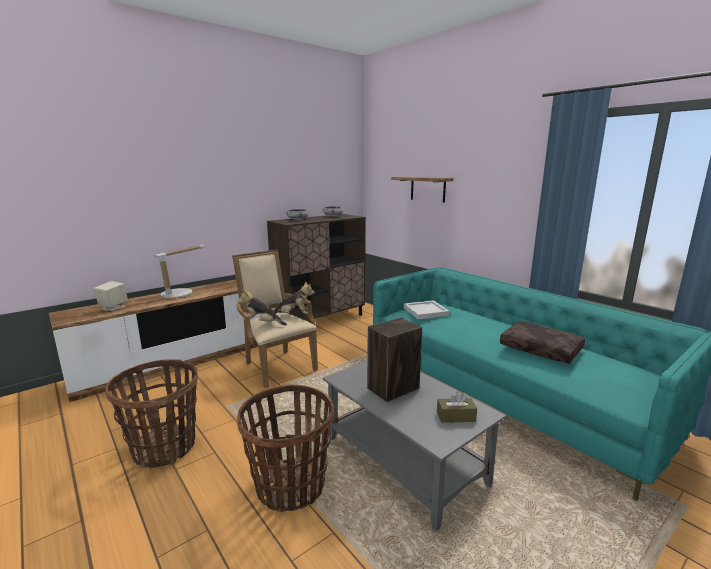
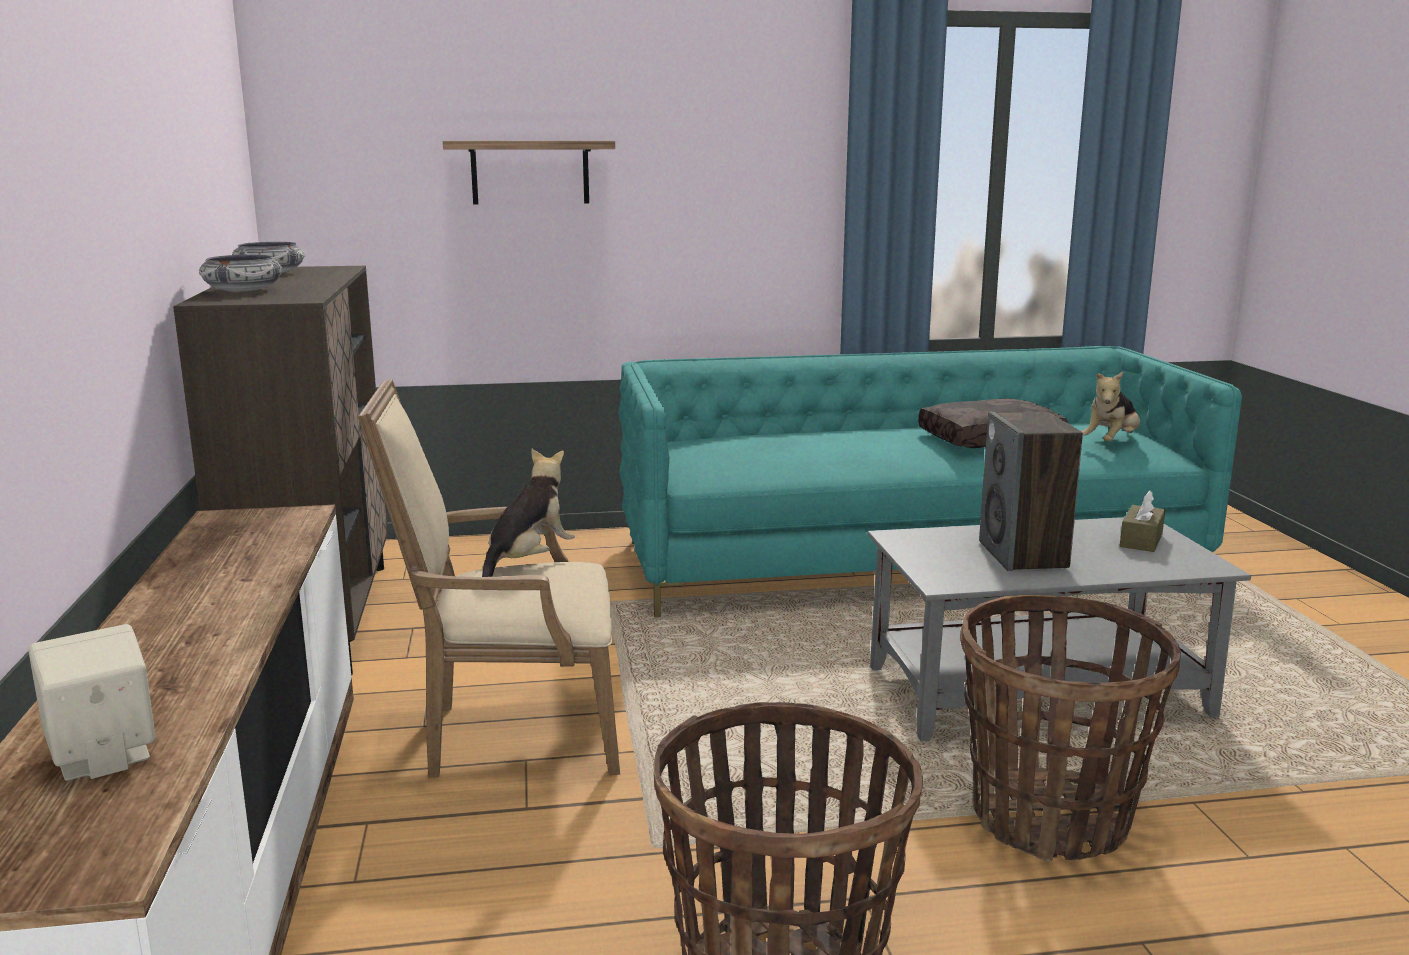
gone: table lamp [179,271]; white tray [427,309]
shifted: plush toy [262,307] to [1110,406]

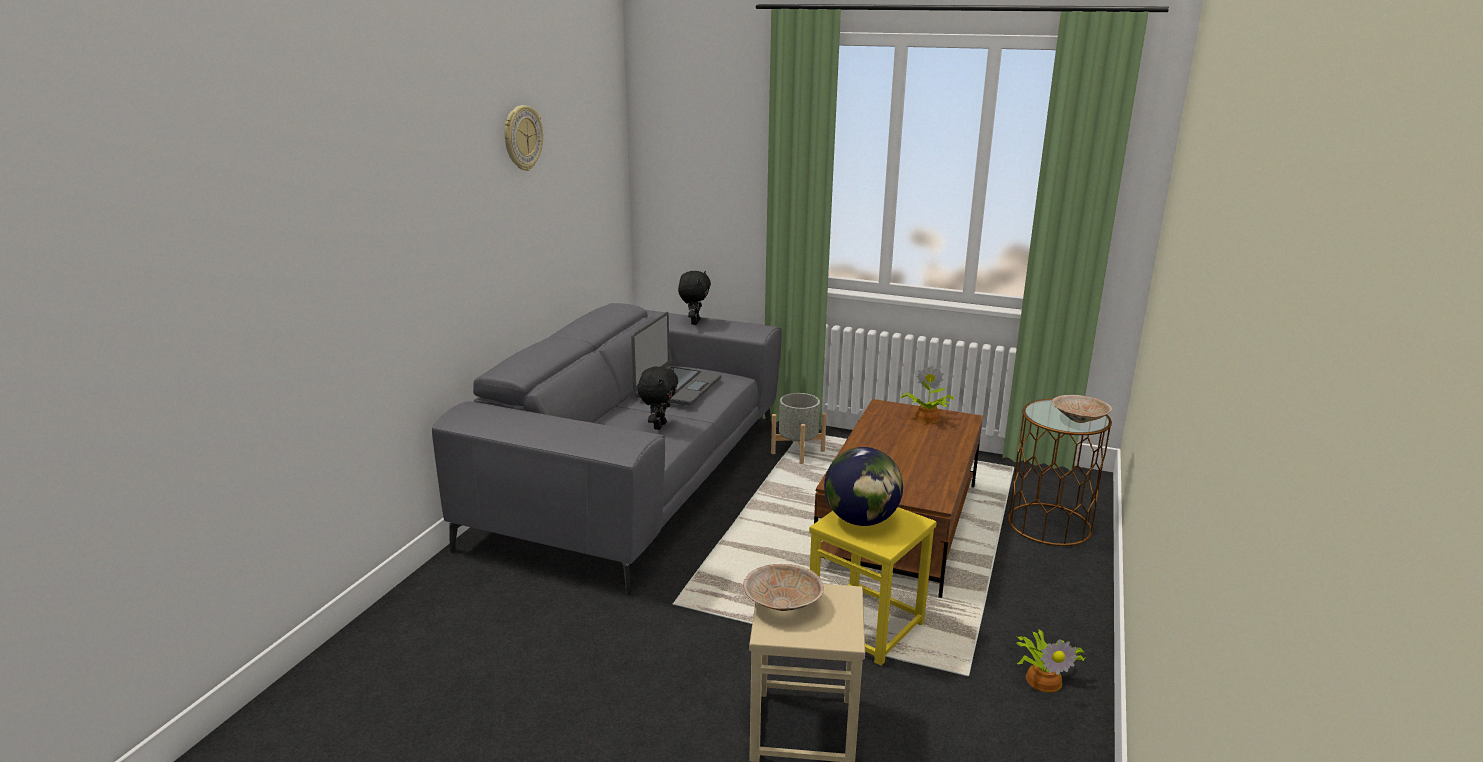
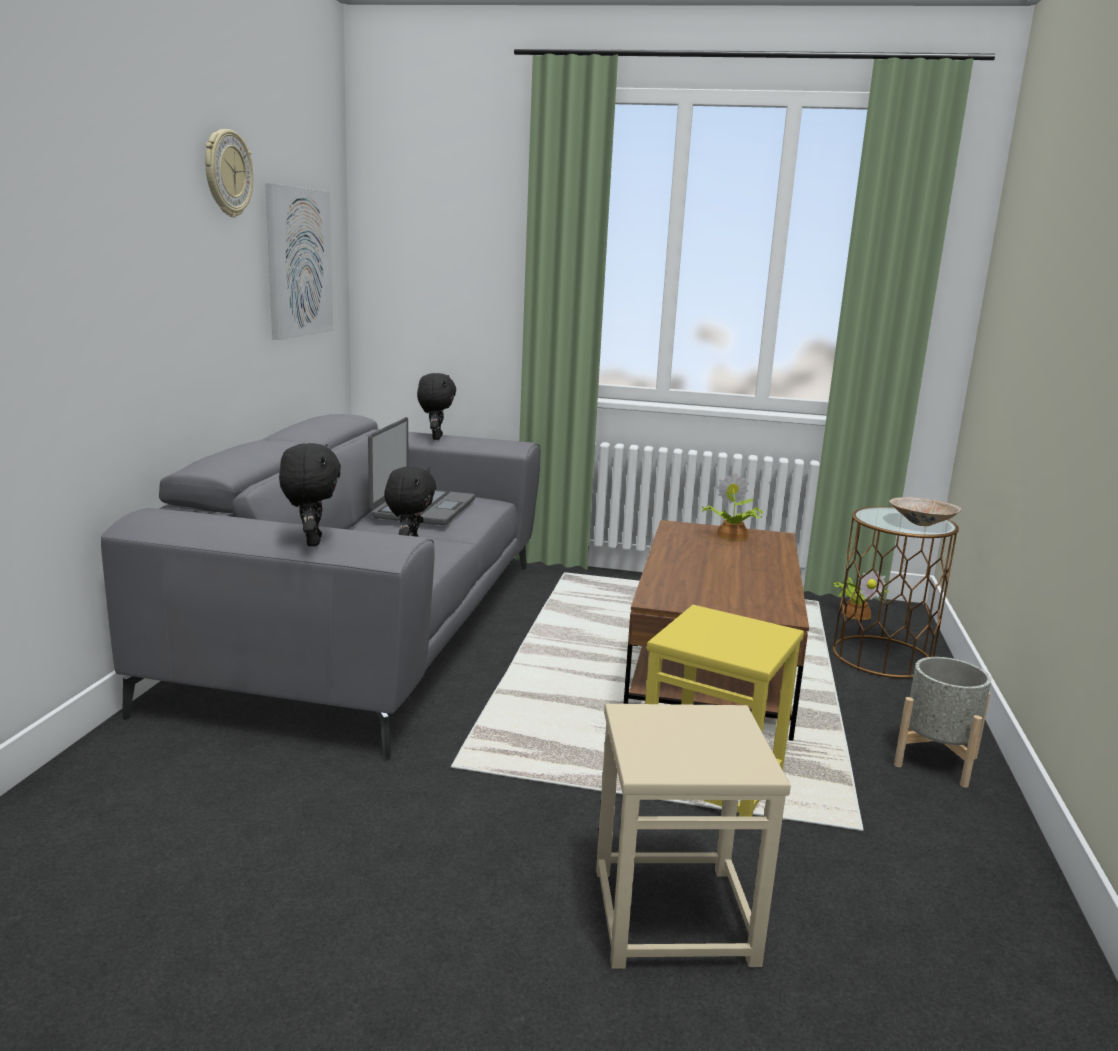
gone: globe [863,486]; beige bowl [783,587]
new: picture [299,261]; black plush toy [310,494]
shifted: grey planter [799,428] to [942,722]; potted plant [1051,661] to [860,595]

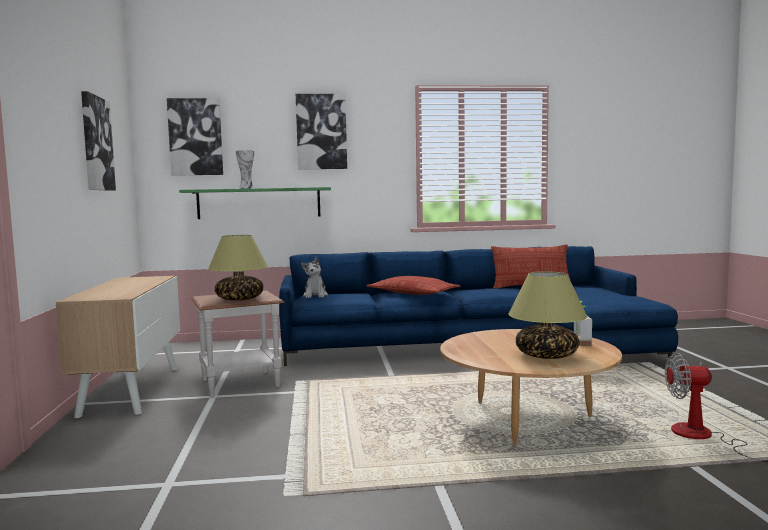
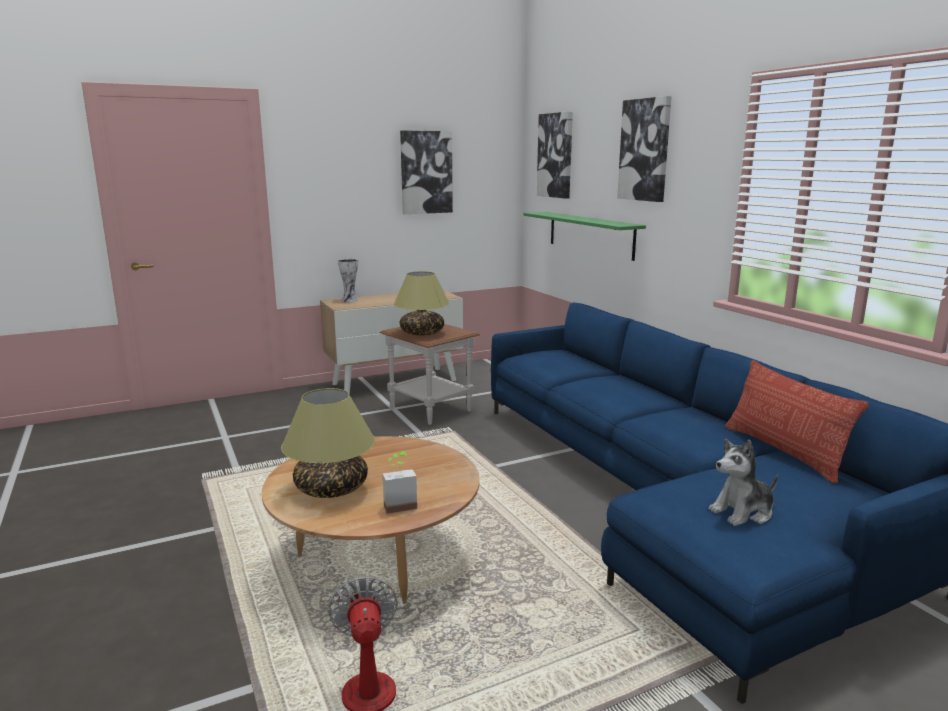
gone: pillow [413,285]
shifted: vase [245,169] to [348,280]; plush toy [314,277] to [743,482]

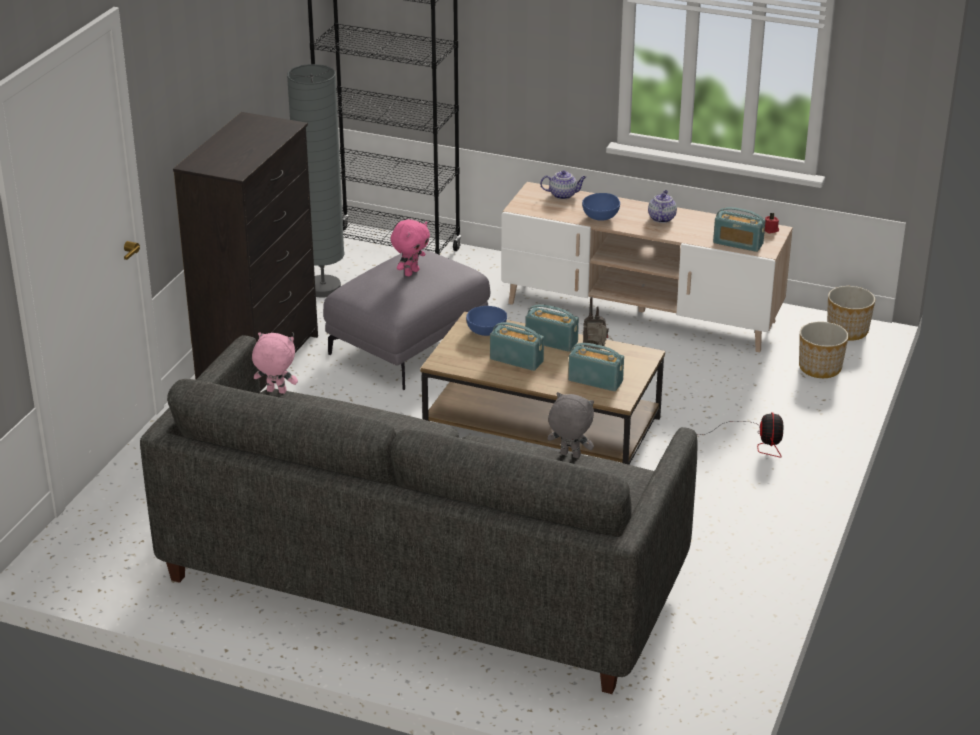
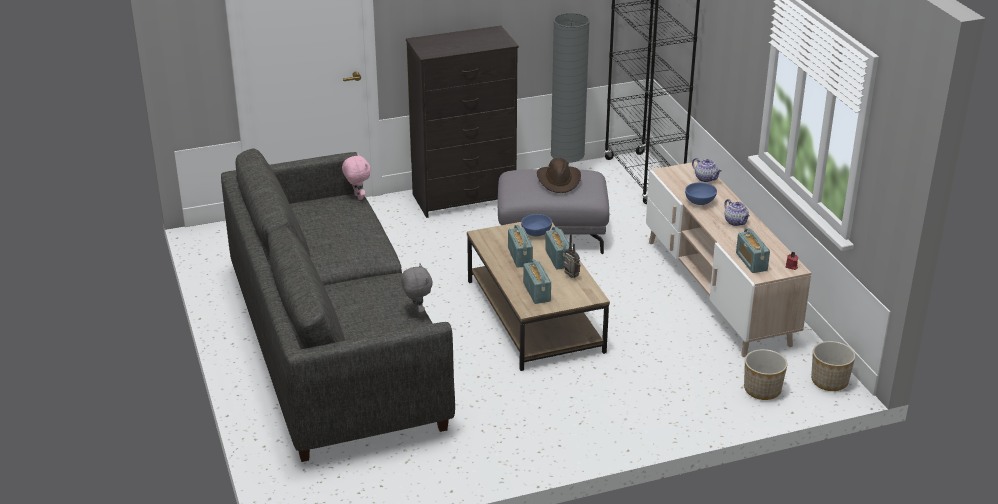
gone: fan [742,435]
swapped: pink plush toy [410,247] to brown hat [559,175]
rotated: teapot [662,206] = [737,212] 90 degrees clockwise

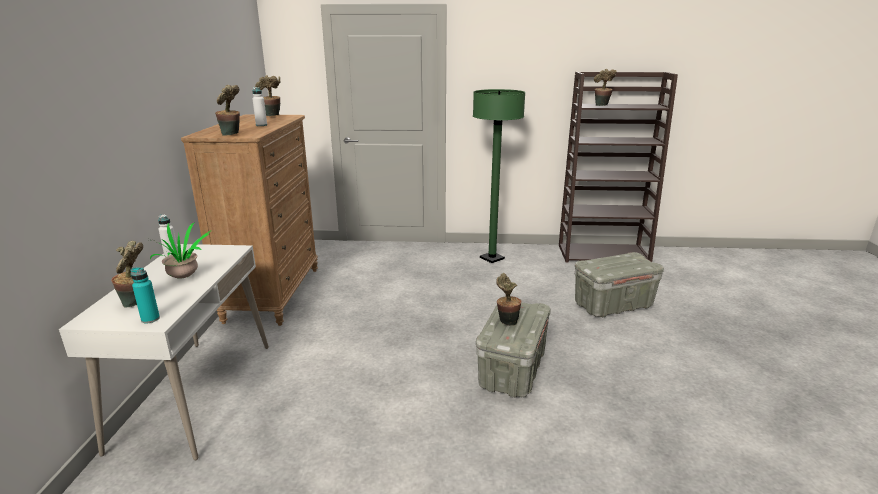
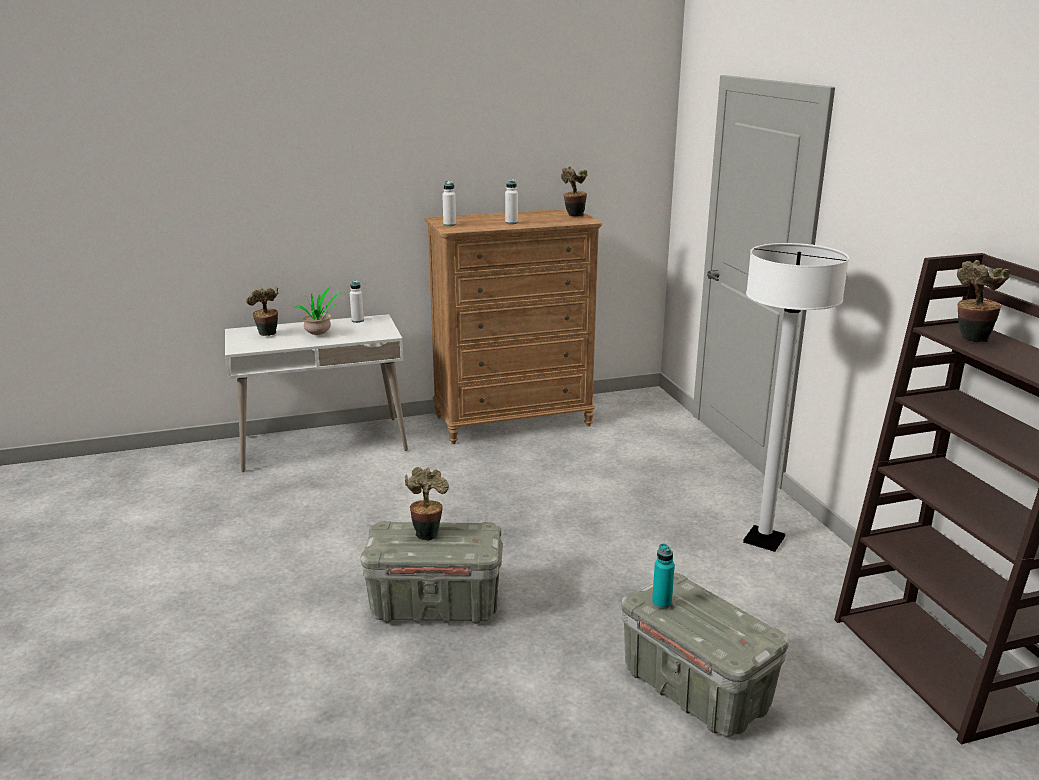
shifted: turquoise bottle [145,296] to [663,576]
swapped: potted plant [227,110] to white bottle [449,203]
repainted: green floor lamp [499,176] to white floor lamp [796,397]

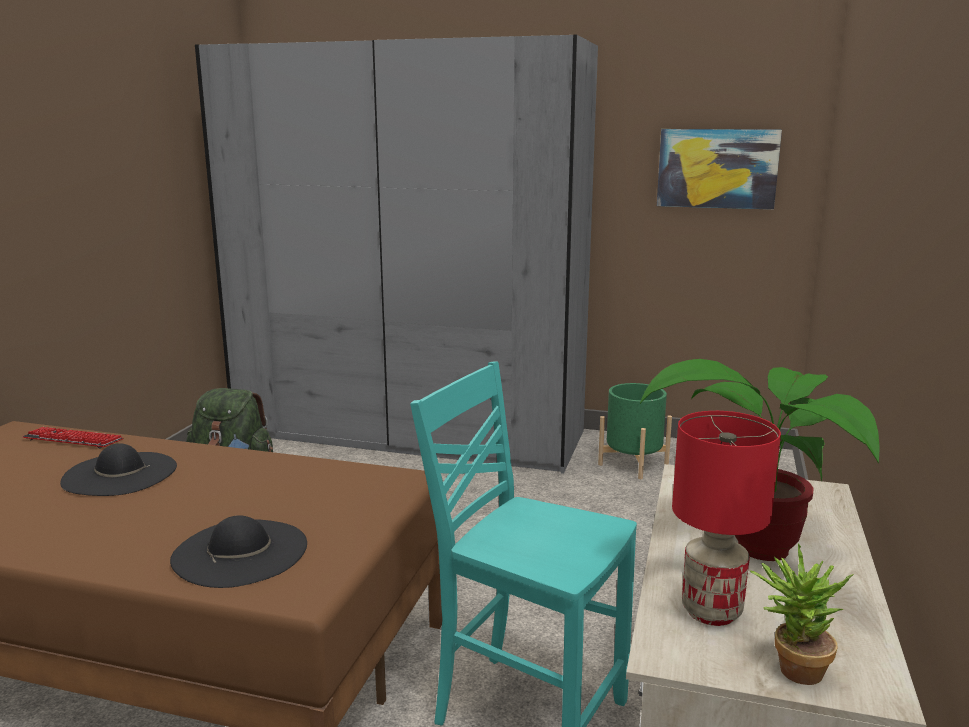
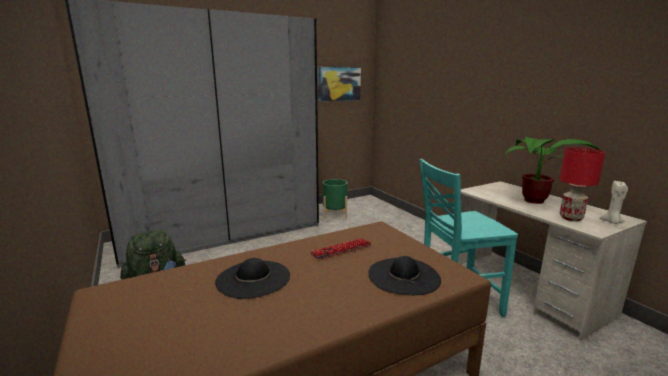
shifted: keyboard [72,438] to [341,249]
swapped: potted plant [801,614] to beige candle [614,202]

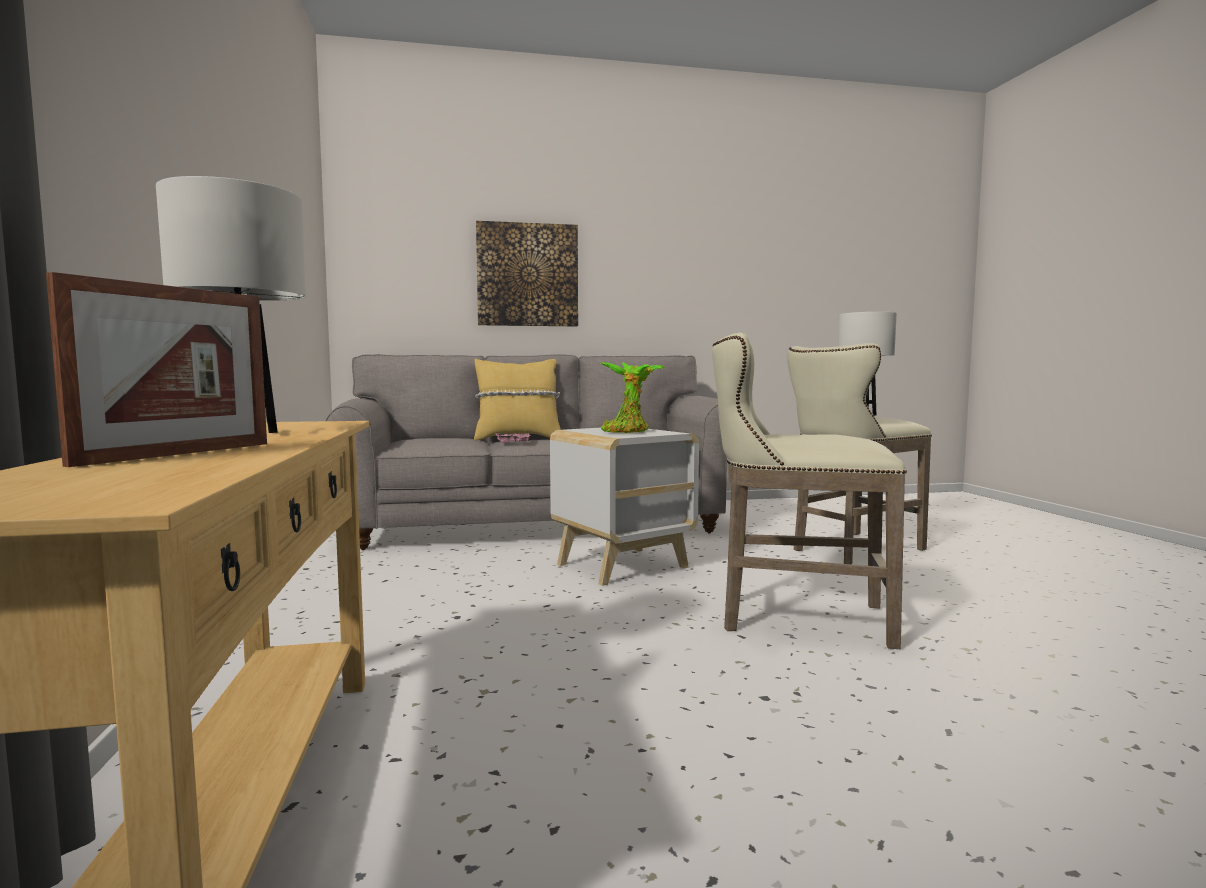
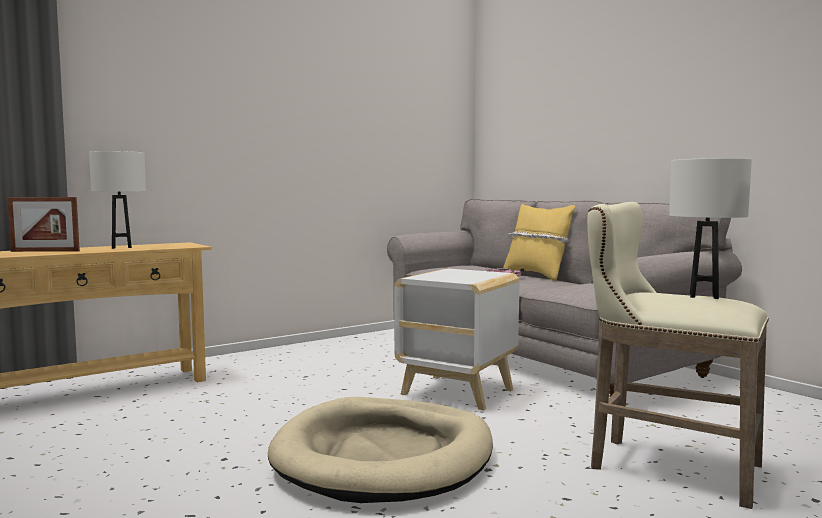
gone: picture [527,273]; potted plant [632,397]
swapped: beige stool [809,491] to beige dog bed [380,450]

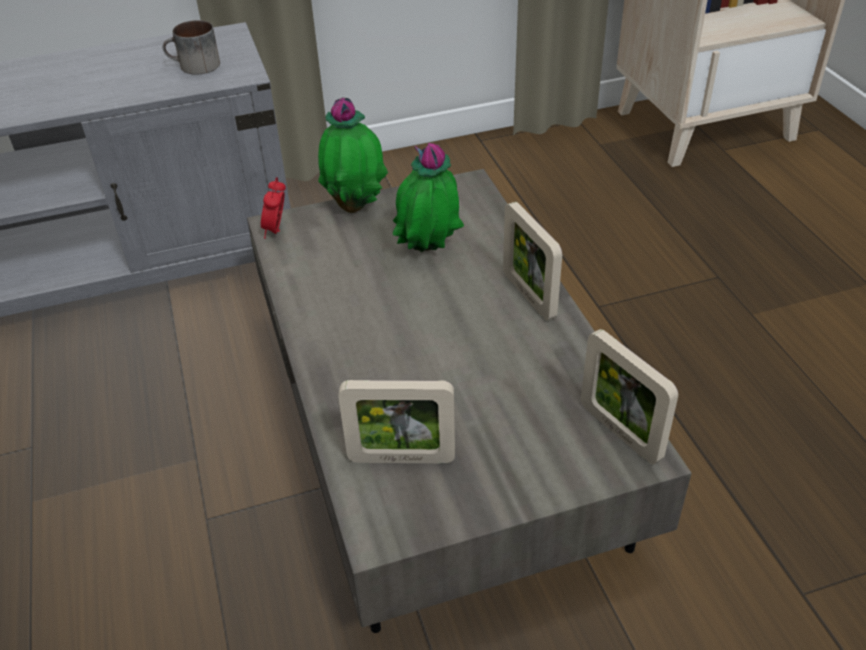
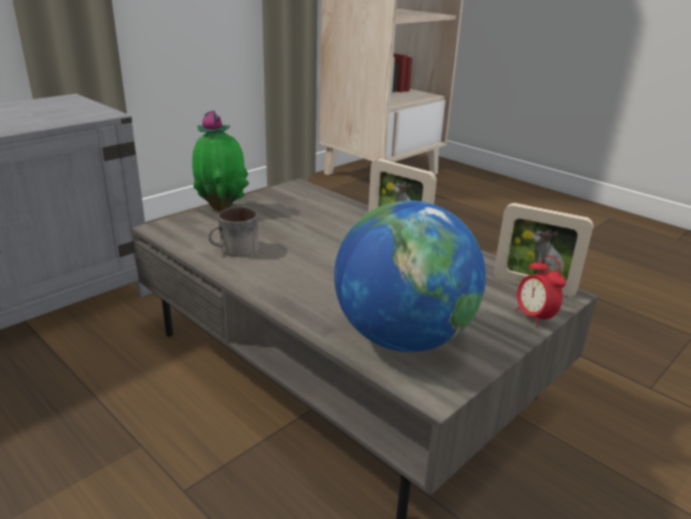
gone: potted plant [428,197]
shifted: mug [191,47] to [233,232]; alarm clock [273,208] to [540,291]
swapped: picture frame [396,421] to globe [410,276]

